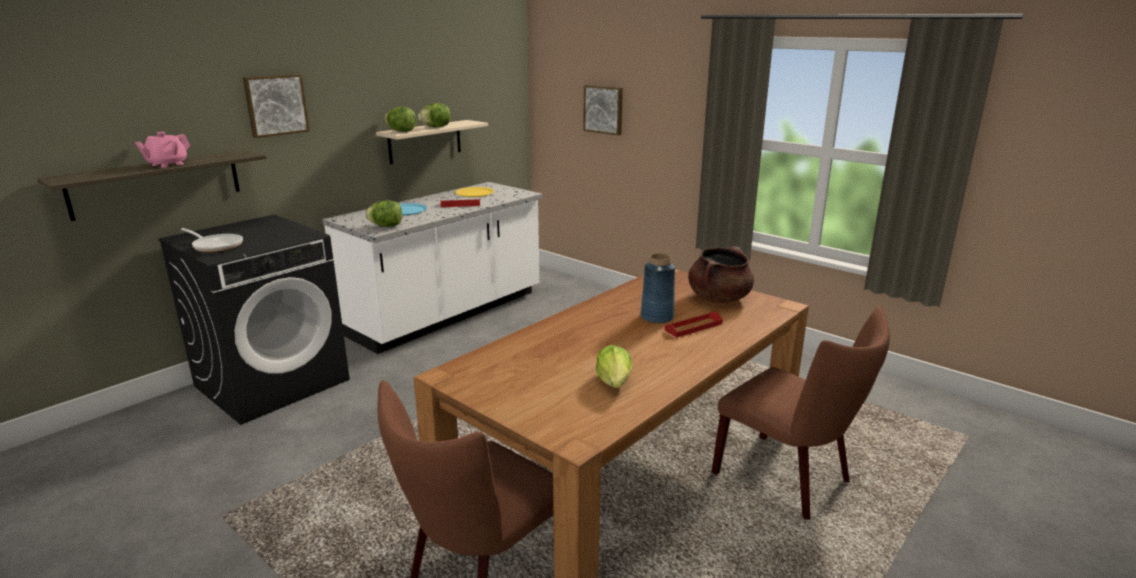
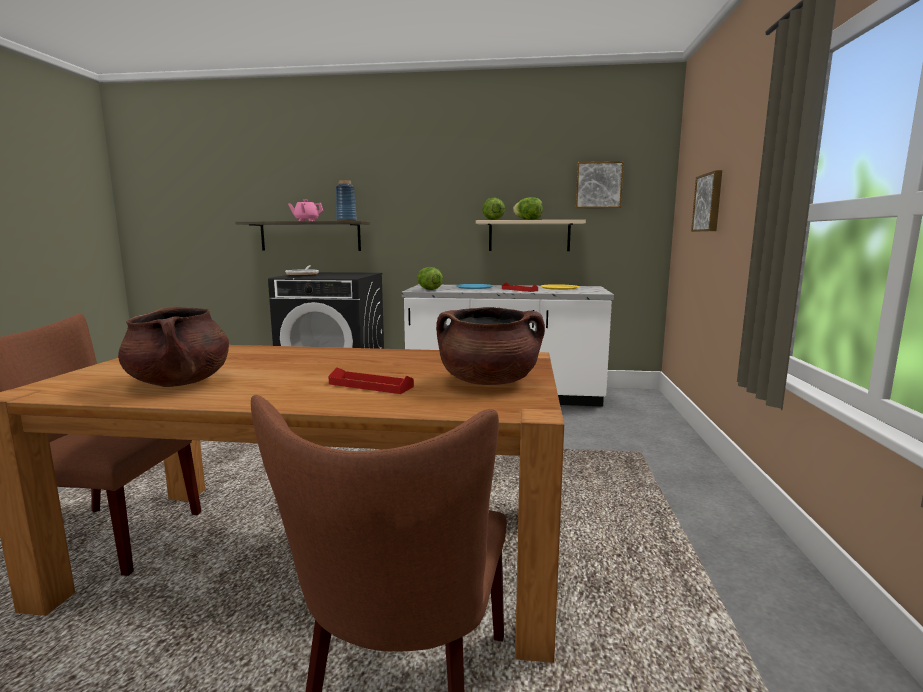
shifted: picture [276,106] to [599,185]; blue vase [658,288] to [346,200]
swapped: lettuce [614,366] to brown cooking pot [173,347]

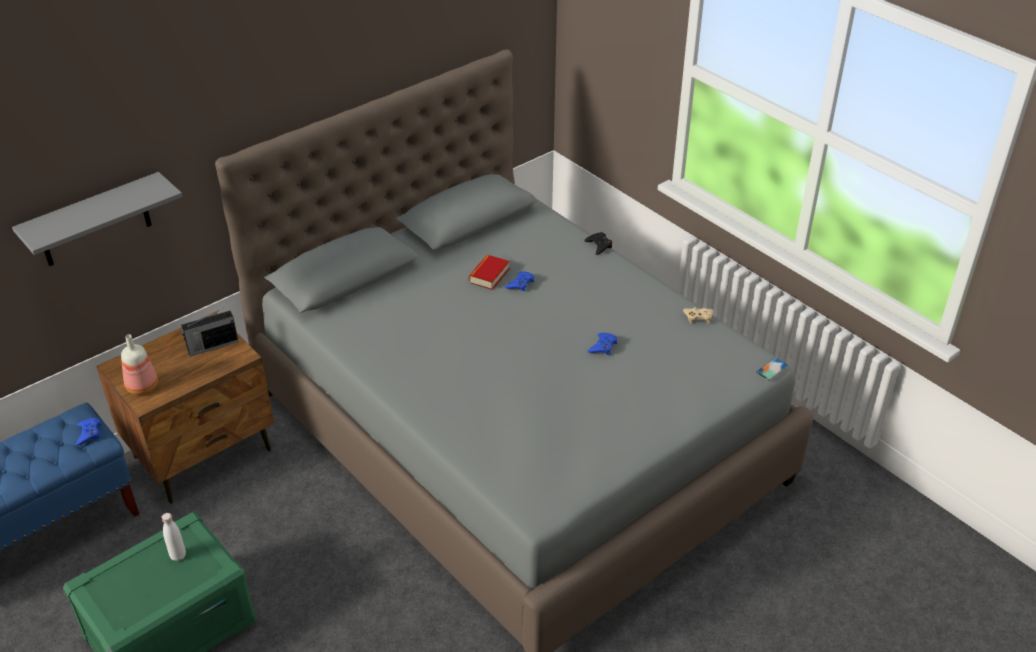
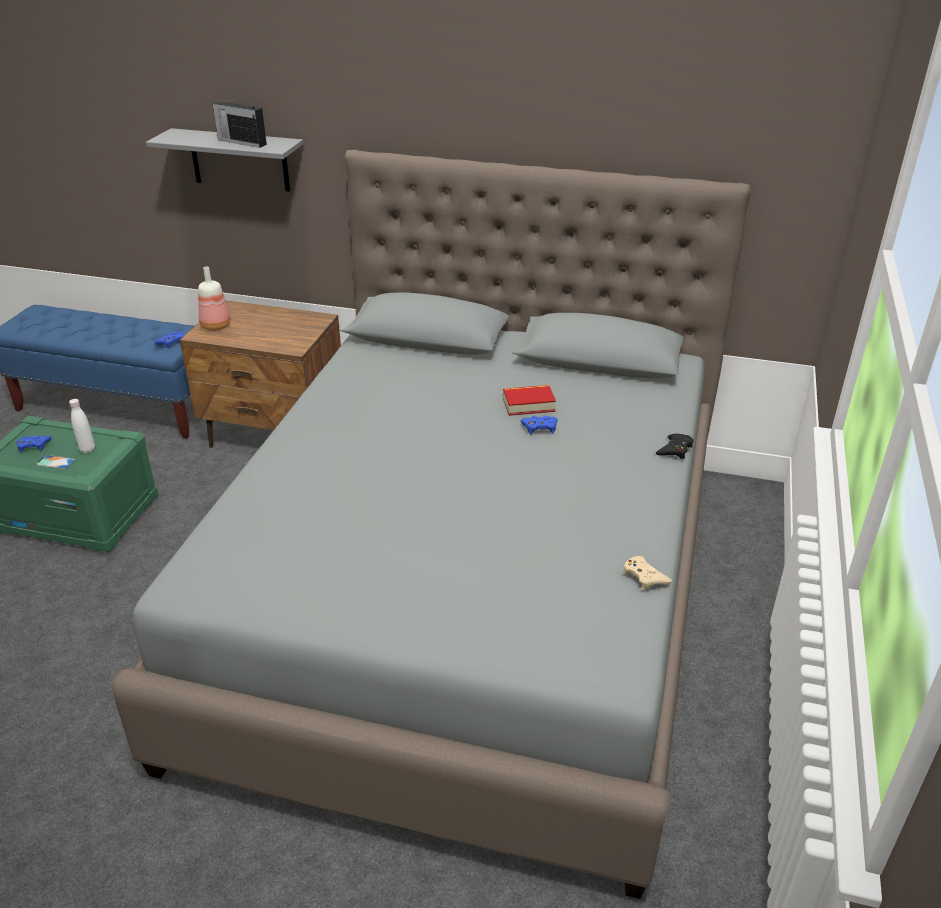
shifted: radio [209,333] to [240,122]; blue game controller [602,344] to [34,444]; phone [771,369] to [55,462]

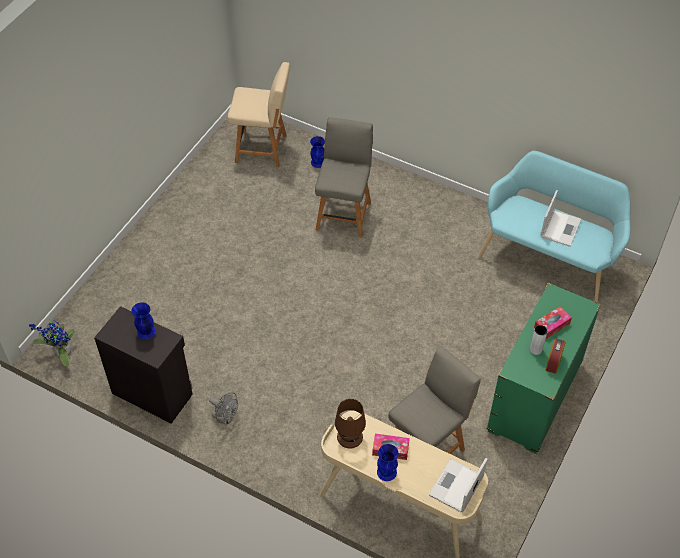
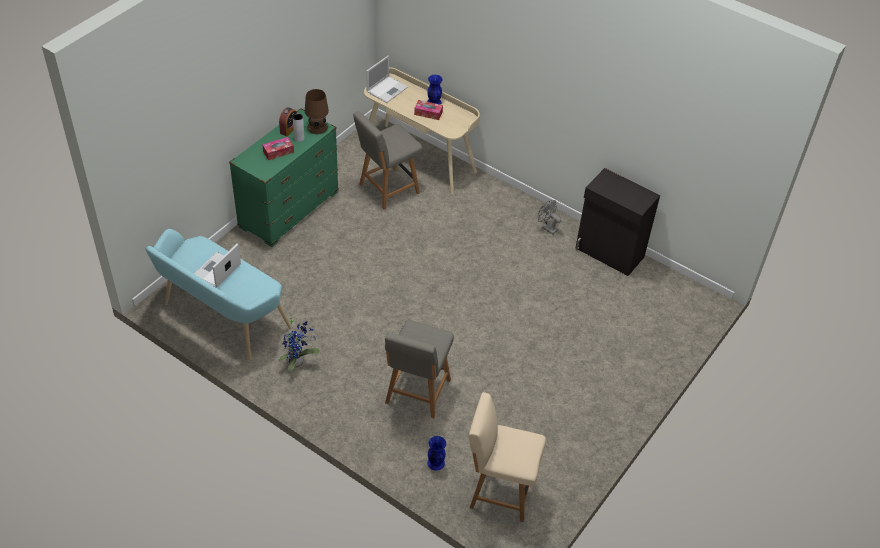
gone: blue vase [143,320]
shifted: potted plant [52,342] to [299,343]; brown table lamp [350,424] to [317,111]

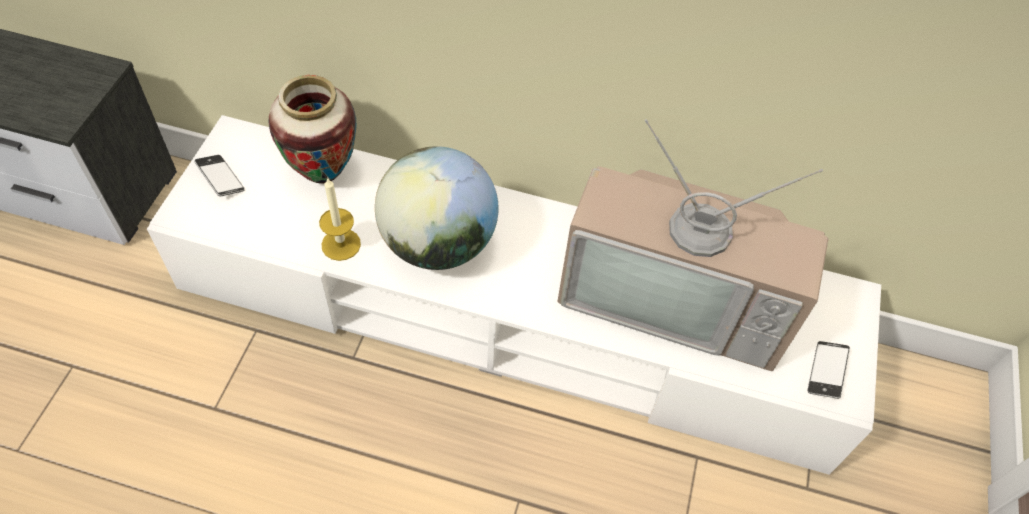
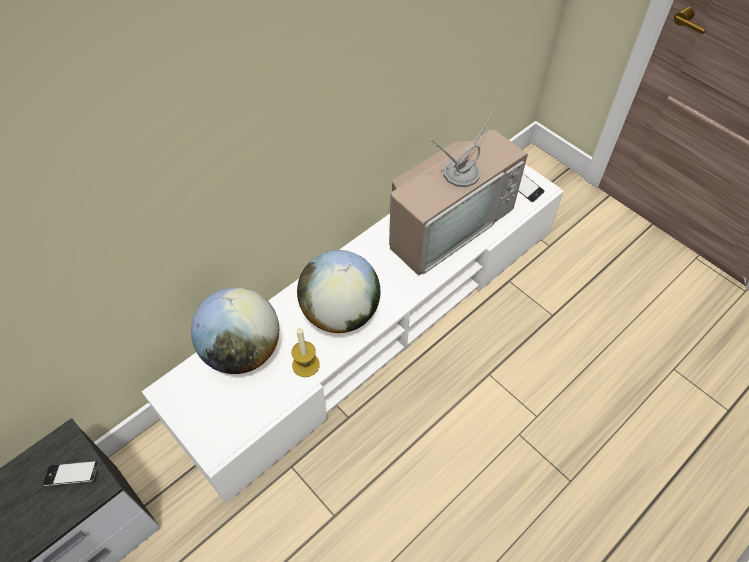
shifted: phone [219,176] to [70,473]
swapped: vase [312,129] to globe [235,330]

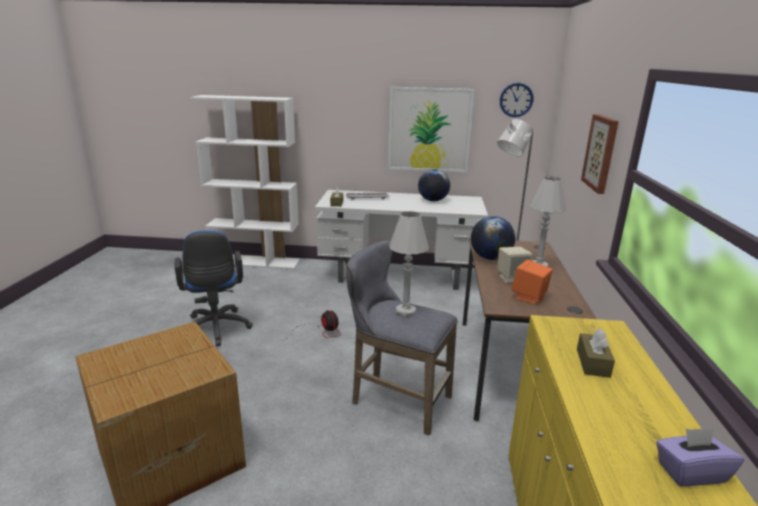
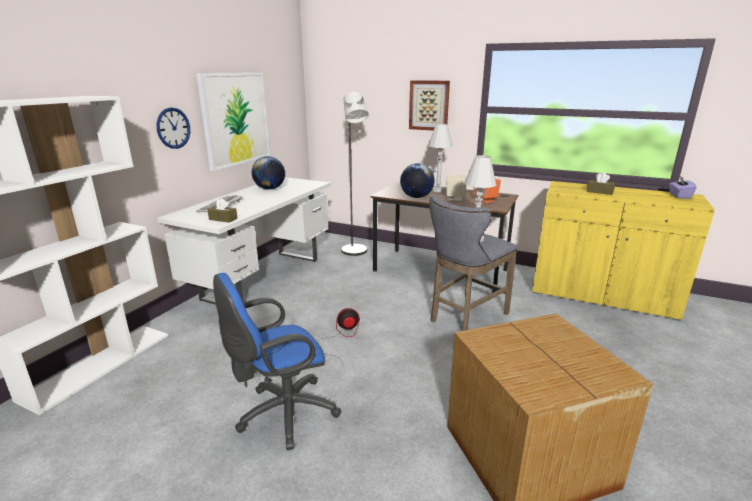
shifted: wall clock [516,100] to [173,128]
rotated: blue office chair [214,289] = [277,361] 150 degrees clockwise

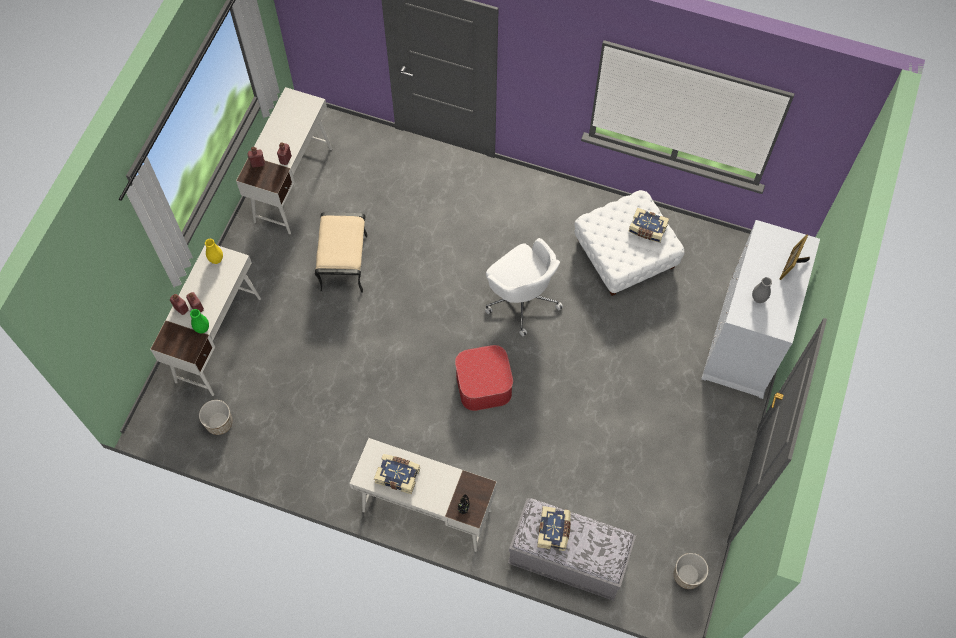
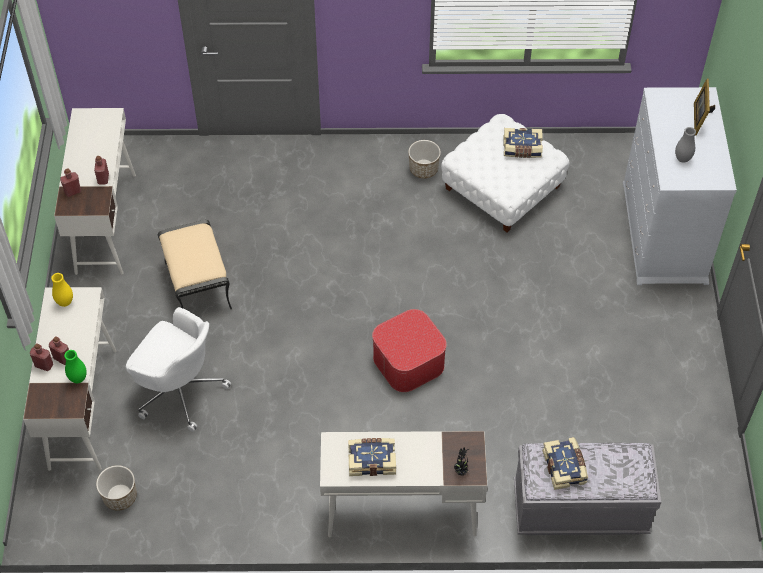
shifted: white office chair [524,287] to [178,369]; planter [691,571] to [424,159]

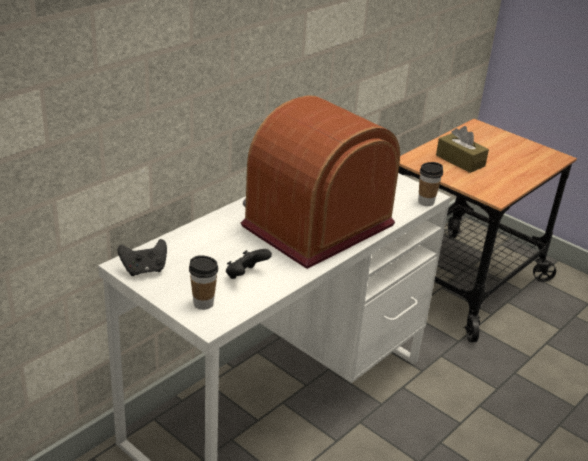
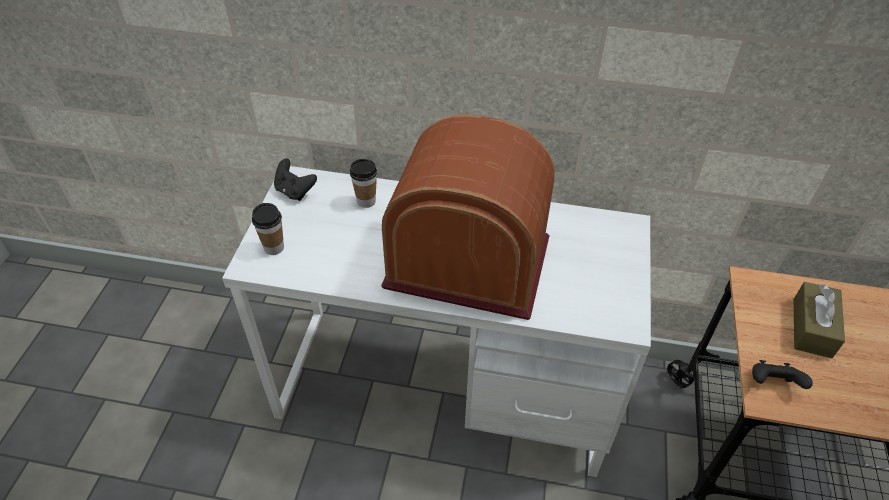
shifted: cup [430,184] to [363,183]; black game controller [249,264] to [782,374]

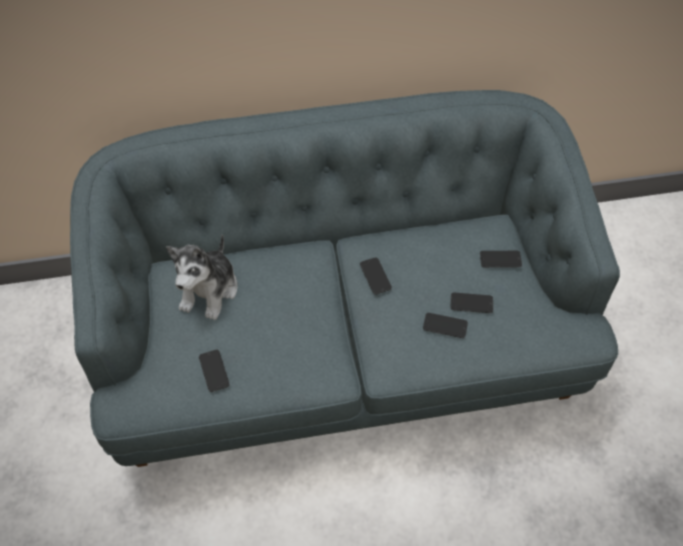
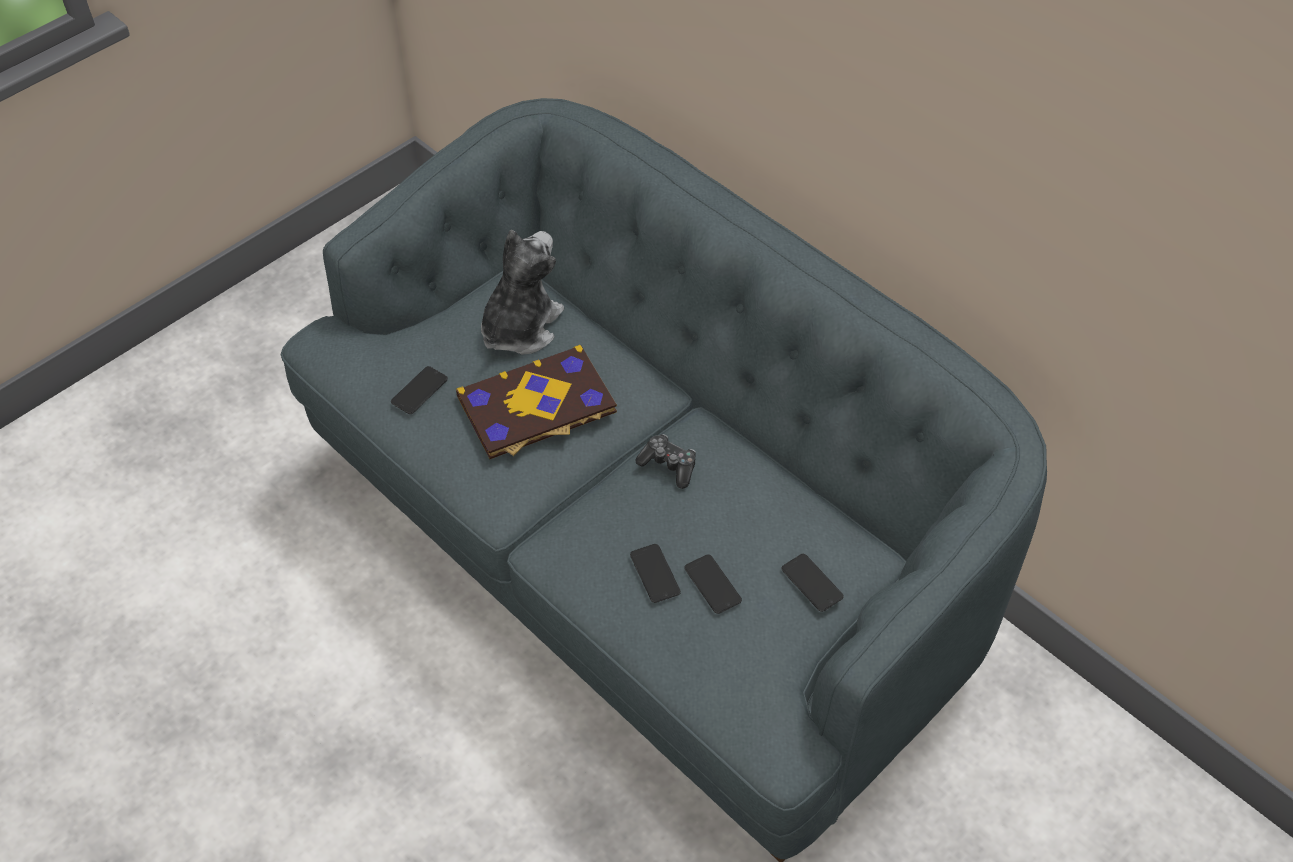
new: book [536,402]
swapped: phone [376,276] to game controller [666,461]
rotated: plush toy [201,277] = [522,292] 135 degrees clockwise

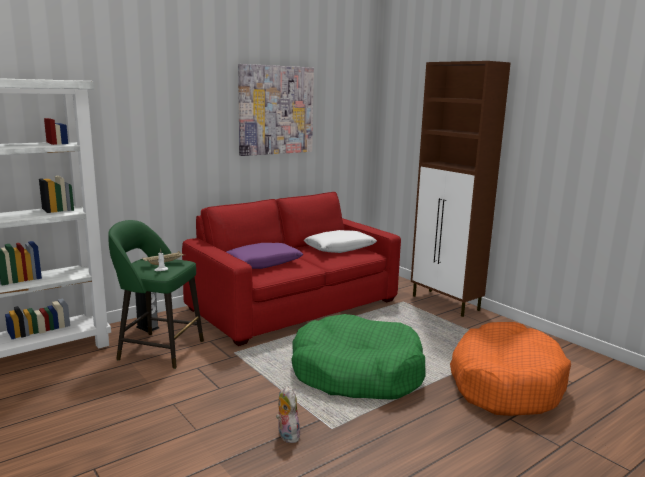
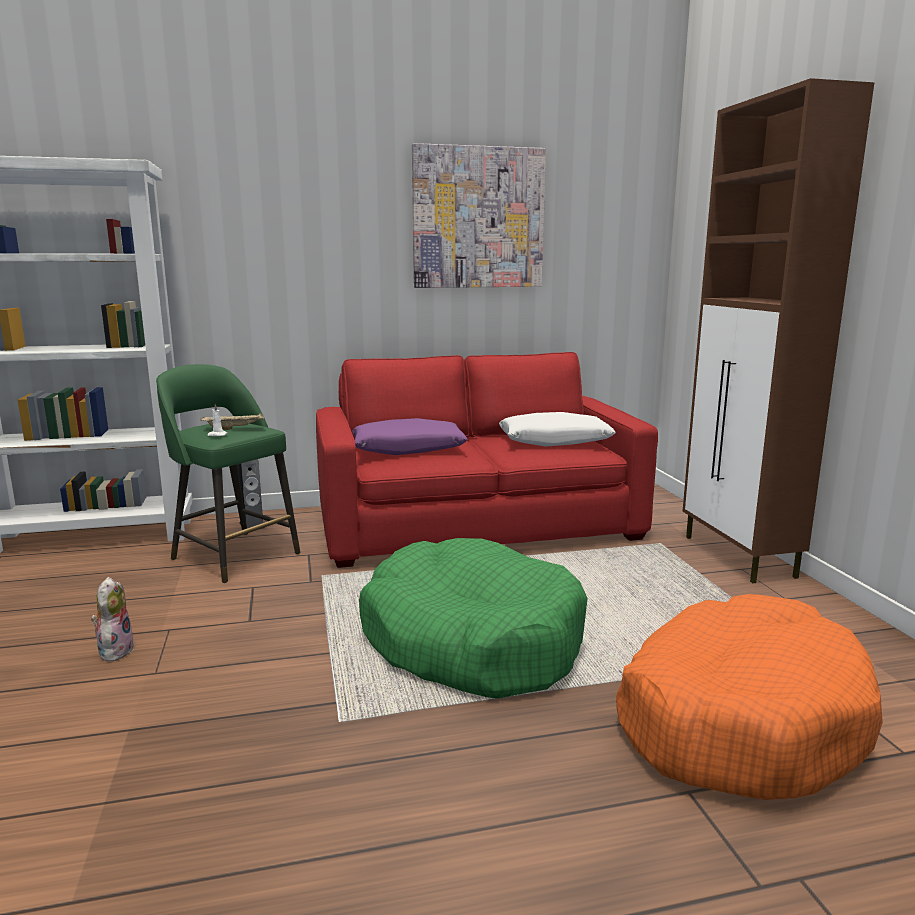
shifted: plush toy [288,414] to [113,619]

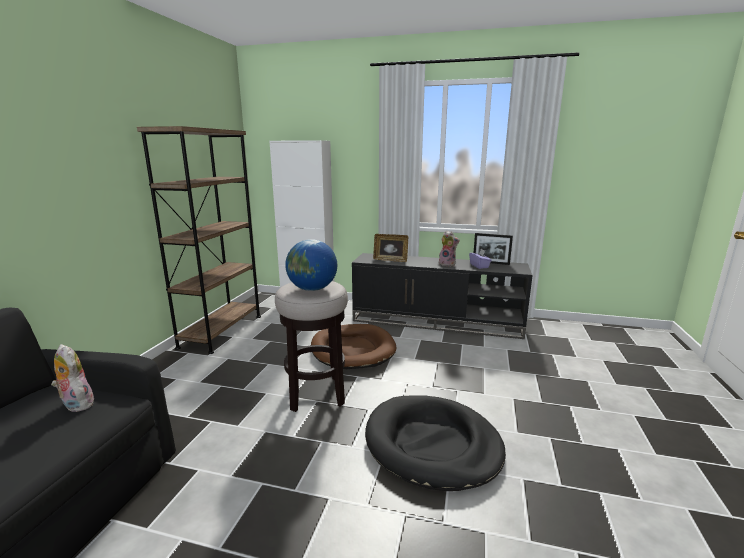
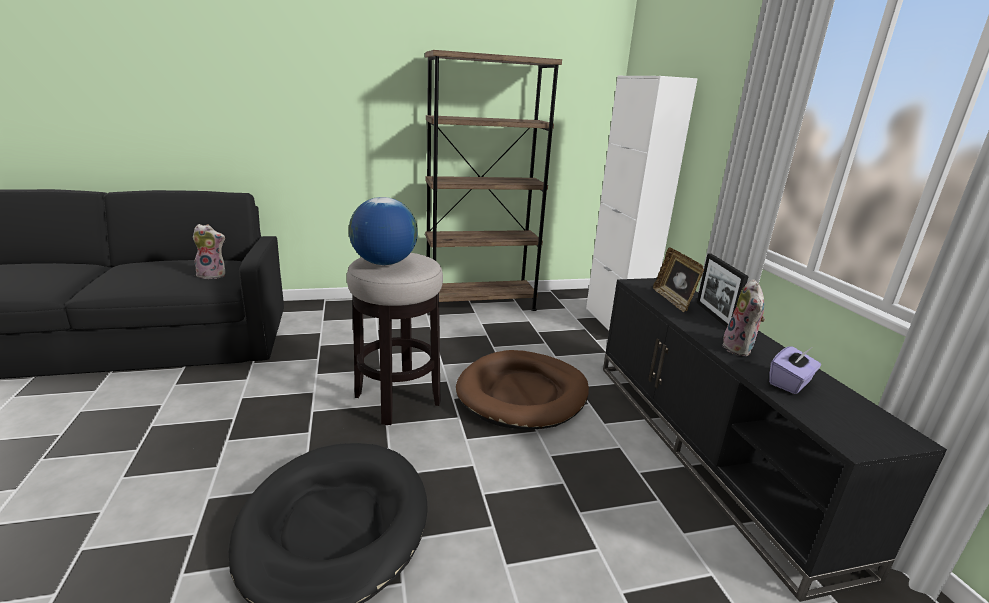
shifted: picture frame [493,249] to [723,290]
rotated: plush toy [72,378] = [209,251] 75 degrees clockwise

